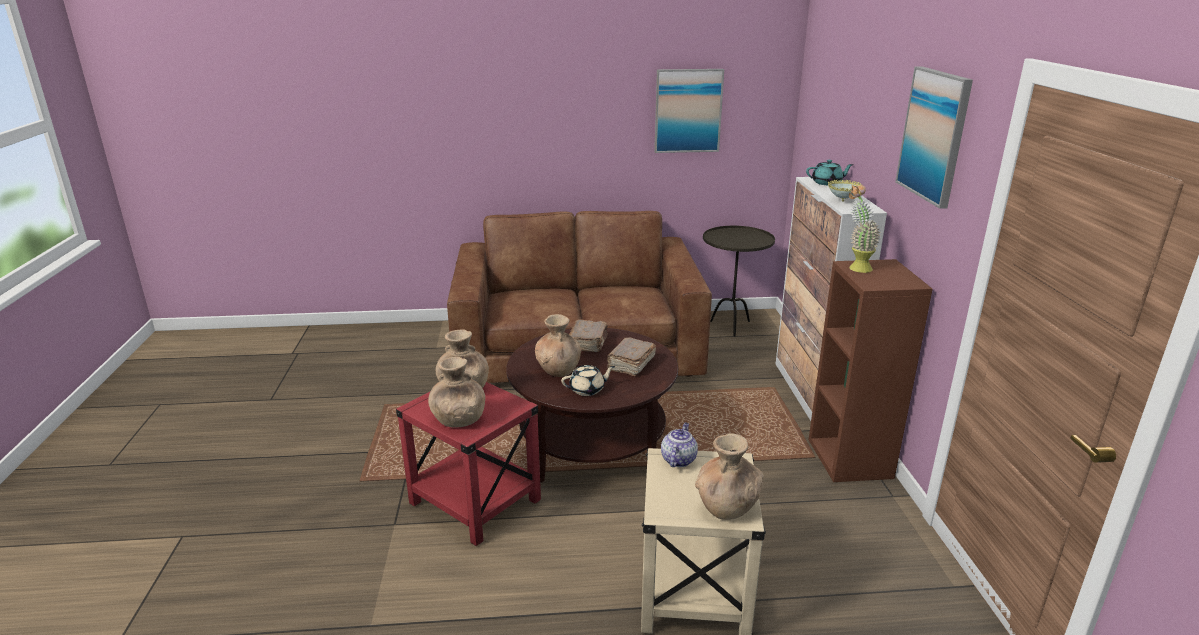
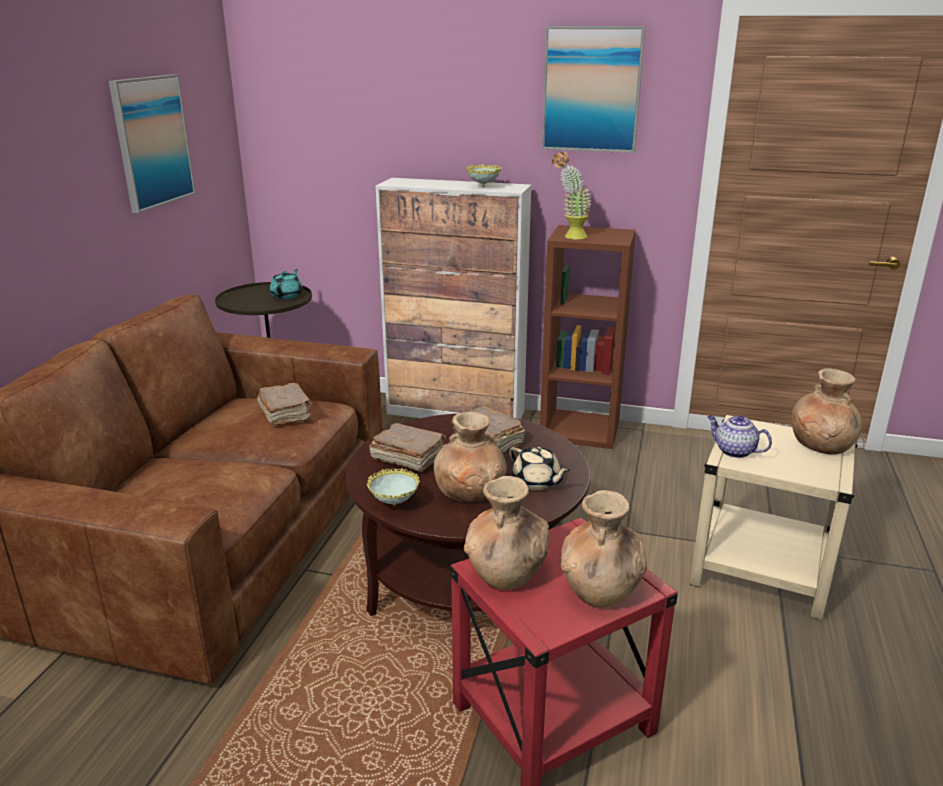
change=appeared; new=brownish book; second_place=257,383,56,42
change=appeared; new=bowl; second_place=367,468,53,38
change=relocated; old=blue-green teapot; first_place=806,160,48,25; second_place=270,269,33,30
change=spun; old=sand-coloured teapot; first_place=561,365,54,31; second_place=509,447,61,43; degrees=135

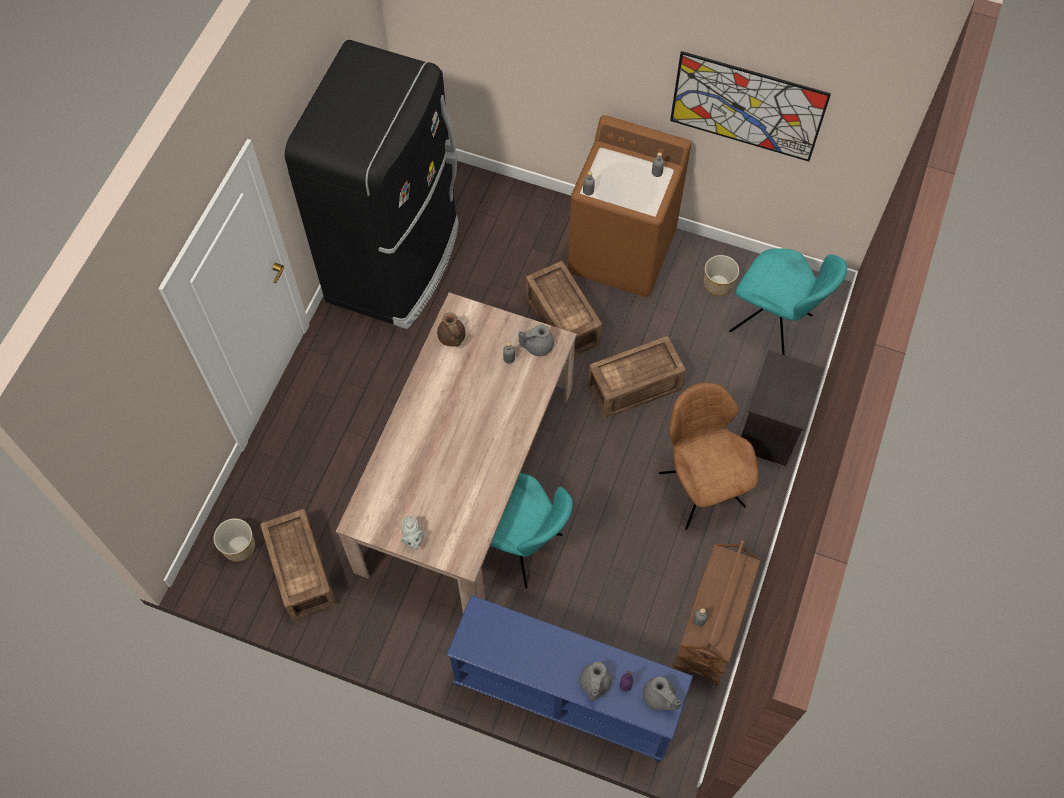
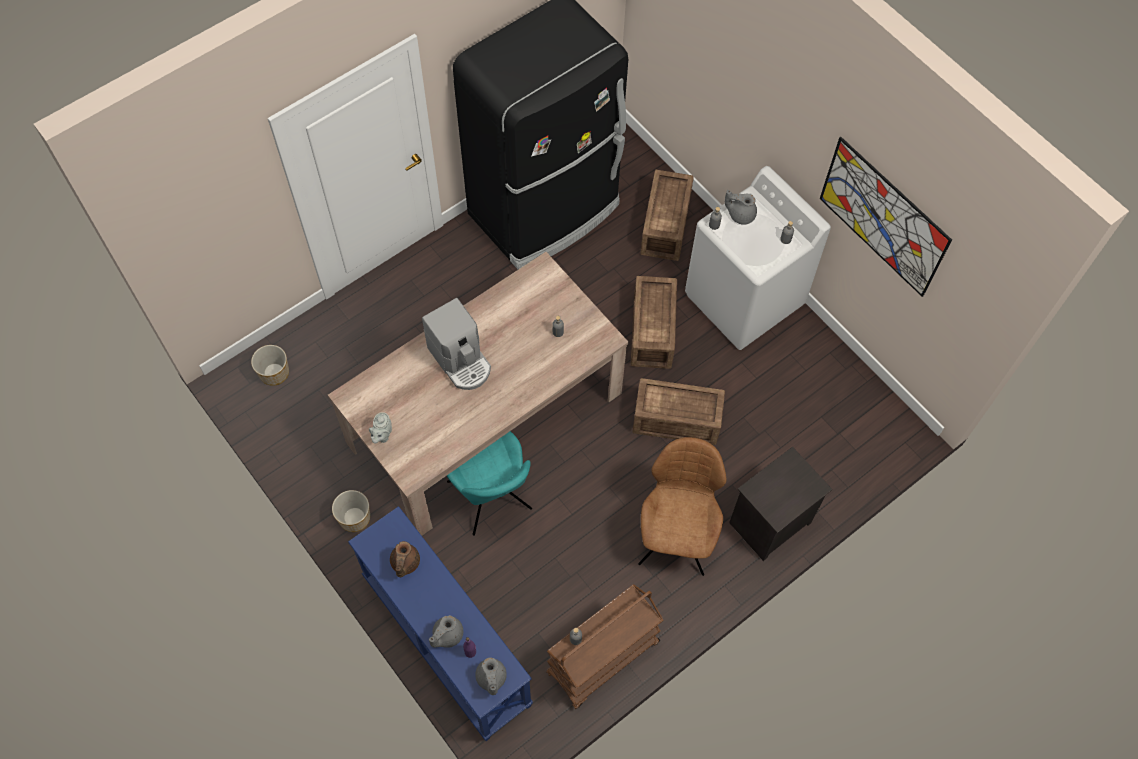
change=missing; old=blue-green chair; first_place=729,248,118,107
change=appeared; new=coffee maker; second_place=422,298,69,92
change=relocated; old=crate; first_place=261,509,75,111; second_place=640,170,54,91
change=relocated; old=brownish teapot; first_place=437,313,29,34; second_place=390,541,30,36
change=relocated; old=greyish teapot; first_place=519,324,35,32; second_place=725,190,32,35
change=relocated; old=planter; first_place=704,255,35,41; second_place=332,490,38,42
change=colour; old=brownish washing machine; new=whitish washing machine; first_place=568,115,124,182; second_place=685,166,146,184

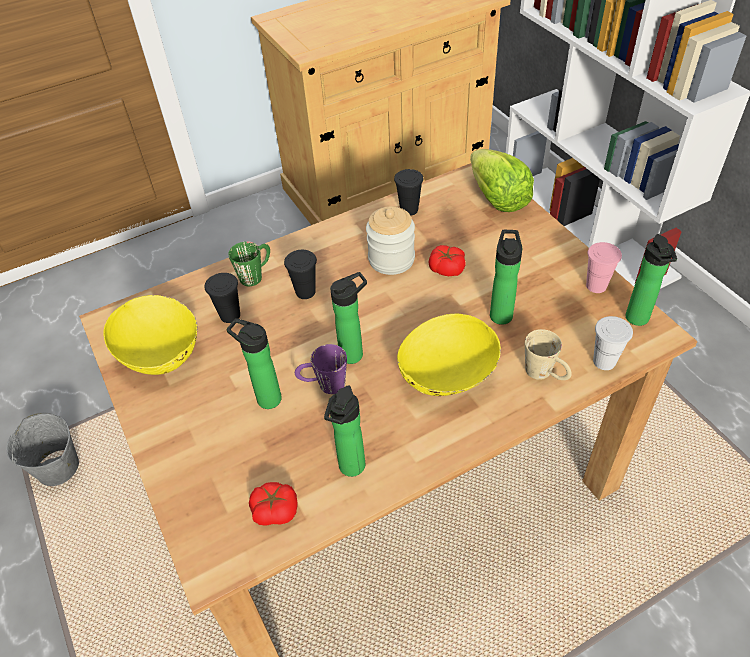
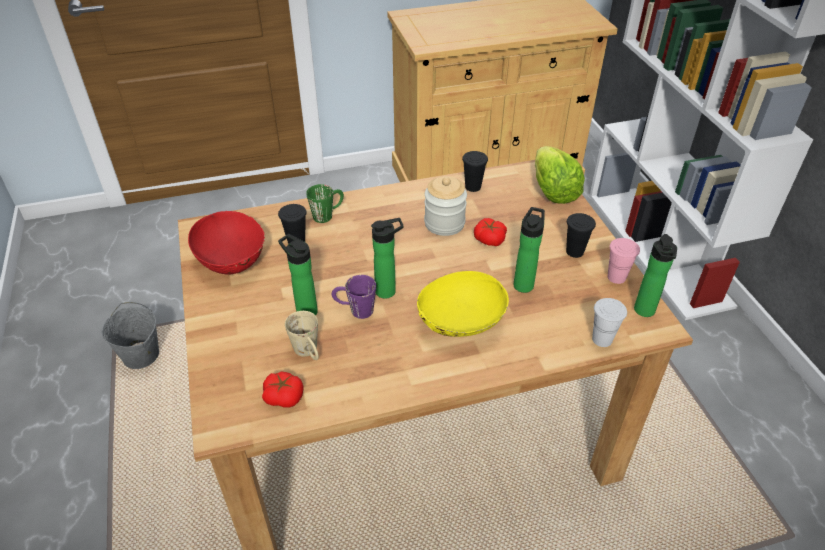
change=missing; old=drink bottle; first_place=324,386,41,91
change=relocated; old=black small cup; first_place=284,250,33,49; second_place=566,213,30,45
change=relocated; old=sand-coloured tea mug; first_place=525,329,47,51; second_place=285,311,34,49
change=colour; old=yellow-coloured bowl; new=red bowl; first_place=103,295,95,80; second_place=188,211,77,63

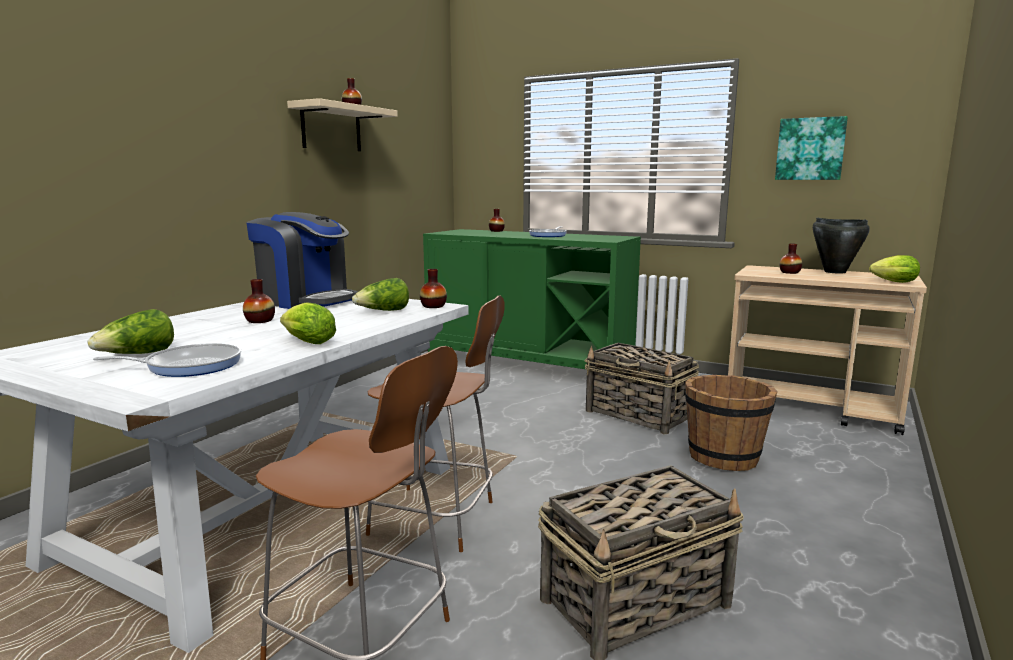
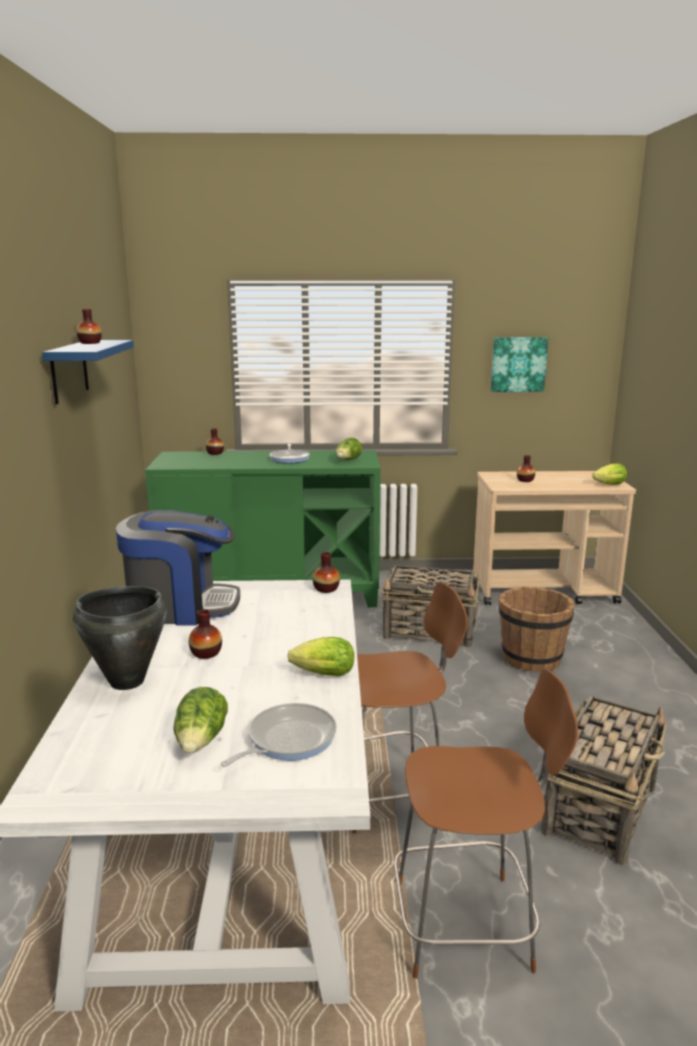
change=relocated; old=head of lettuce; first_place=352,278,57,33; second_place=336,438,26,22
change=relocated; old=black cooking pot; first_place=813,218,57,56; second_place=73,586,94,104
change=colour; old=sand-coloured wall shelf; new=blue wall shelf; first_place=287,98,111,53; second_place=42,340,92,64

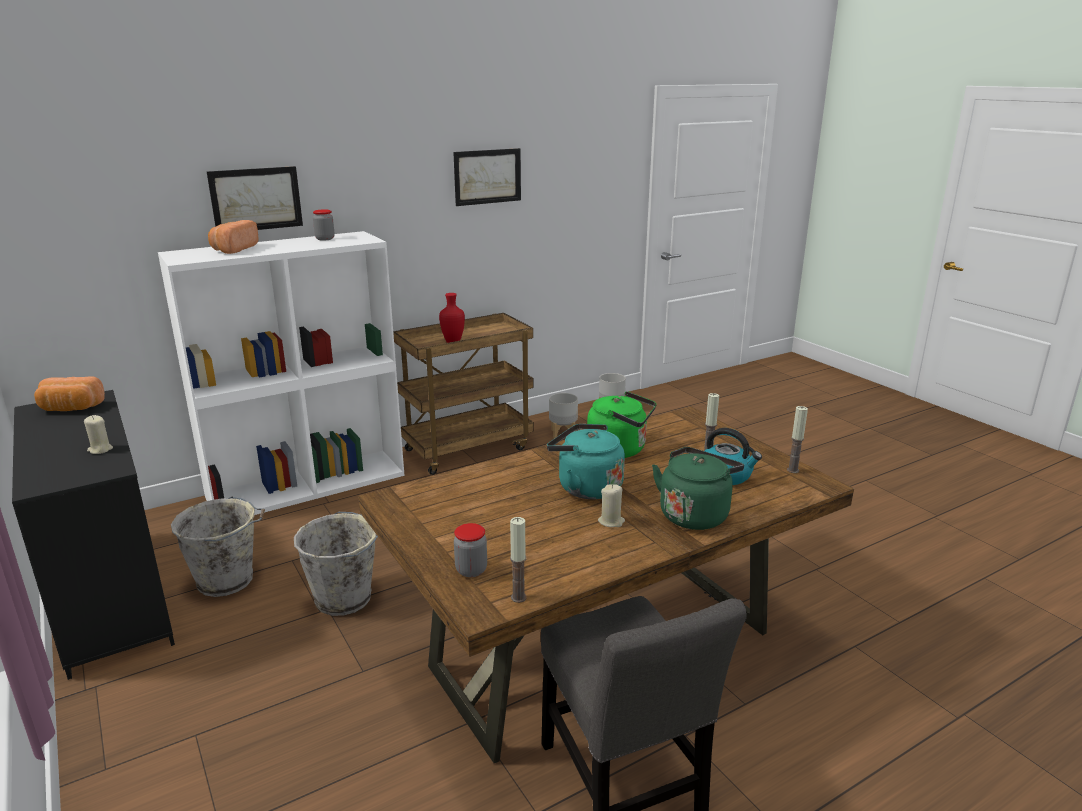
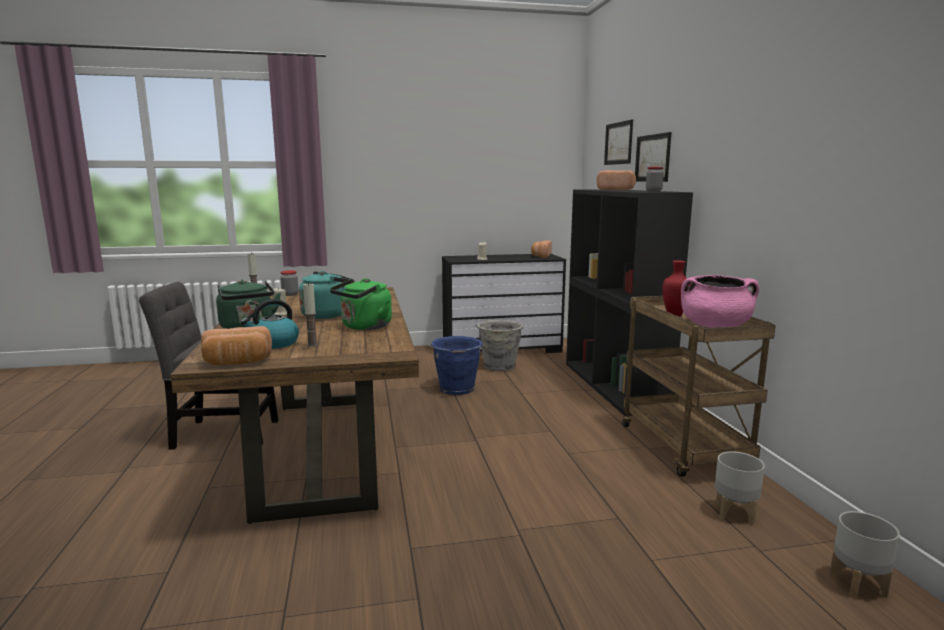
change=appeared; new=pink cooking pot; second_place=681,275,78,53
change=relocated; old=wall art; first_place=453,148,68,58; second_place=604,119,29,46
change=exchanged; old=wax candle; new=baked bread; first_place=787,406,21,67; second_place=201,326,71,39
change=colour; old=whitish shelving unit; new=black shelving unit; first_place=158,231,247,284; second_place=566,189,127,227
change=colour; old=greyish bucket; new=blue bucket; first_place=294,512,84,104; second_place=429,336,56,59

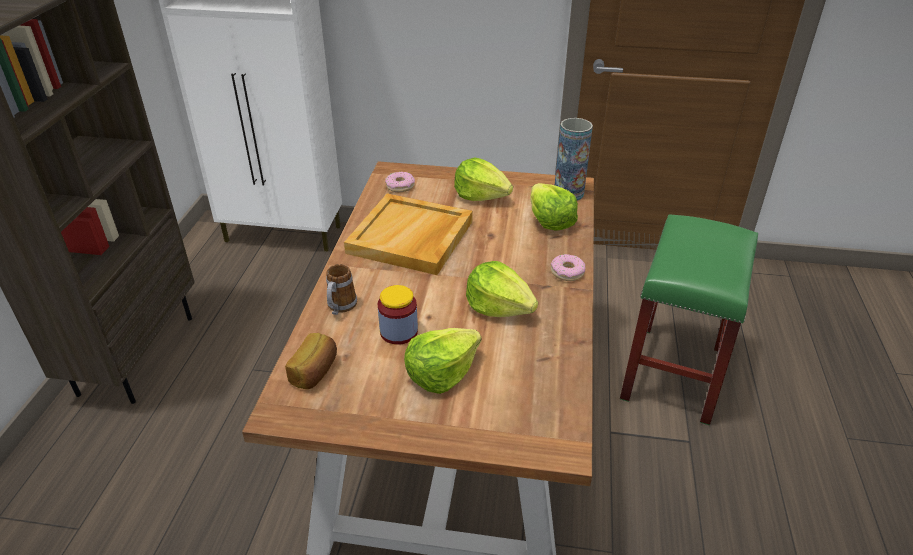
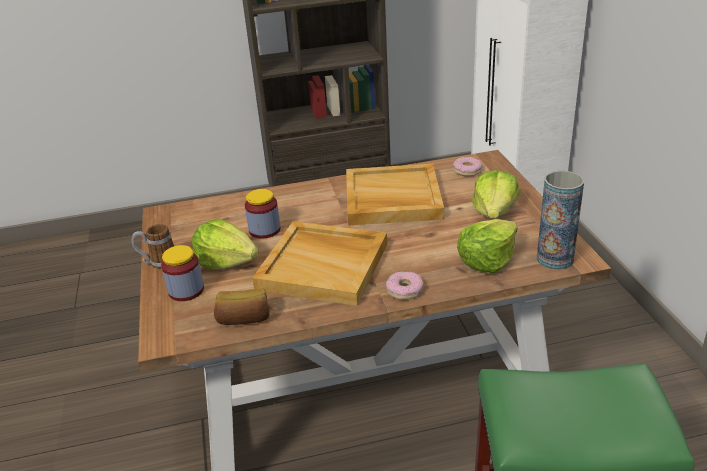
change=appeared; new=storage jar; second_place=161,245,43,56
change=relocated; old=baked bread; first_place=285,333,52,56; second_place=214,288,56,37
change=relocated; old=tea mug; first_place=326,264,31,51; second_place=131,224,43,45
change=exchanged; old=head of lettuce; new=sand-coloured carrying tray; first_place=466,261,72,56; second_place=252,221,135,85

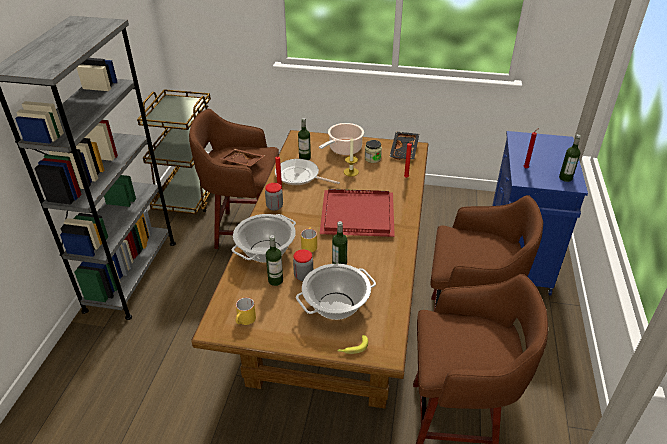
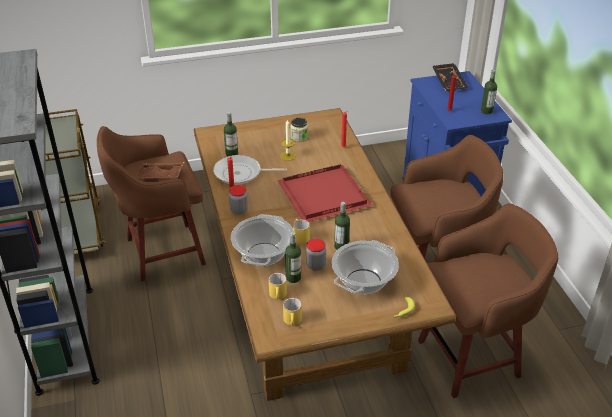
change=missing; old=cooking pot; first_place=319,123,45,32
change=appeared; new=yellow-coloured tea mug; second_place=269,273,18,26
change=relocated; old=black carrying tray; first_place=389,132,30,28; second_place=432,63,37,29

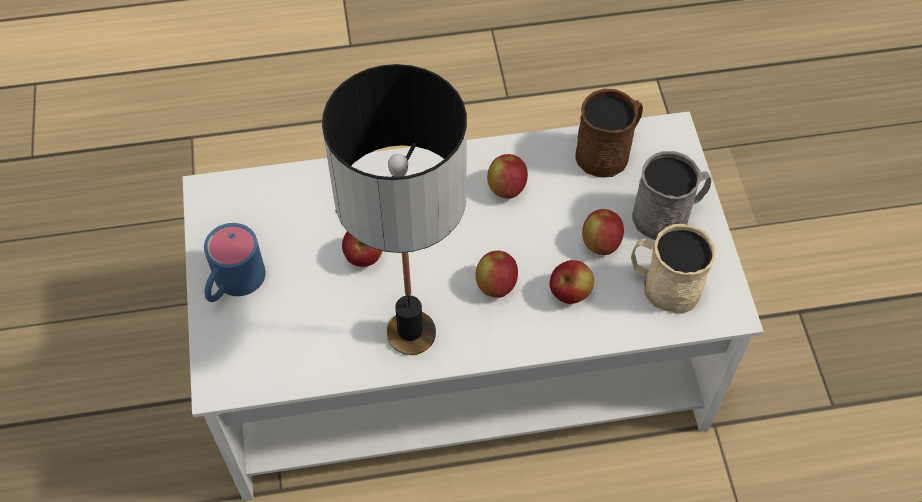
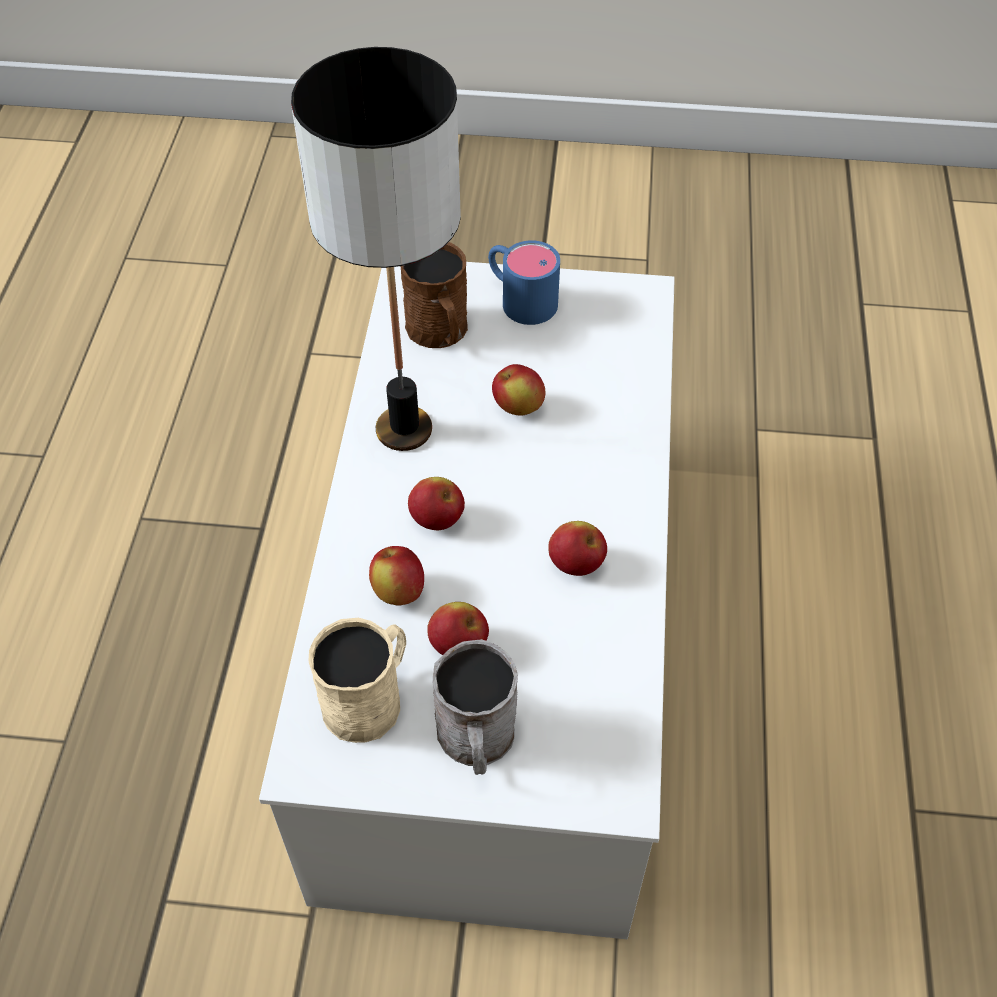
change=relocated; old=brownish tea mug; first_place=576,89,67,89; second_place=400,242,68,106

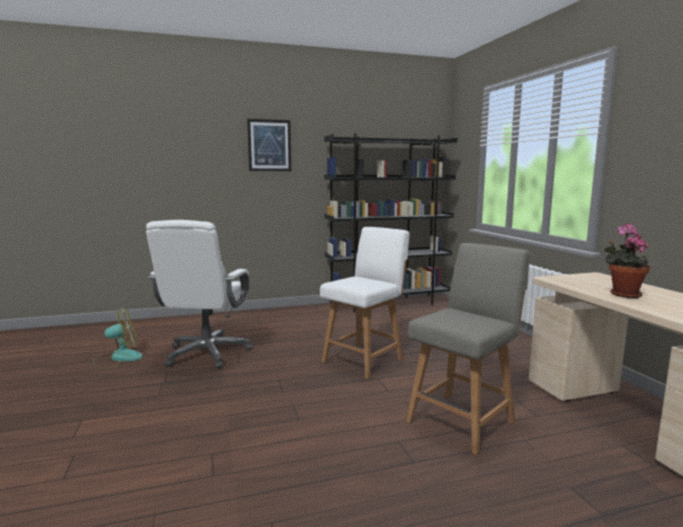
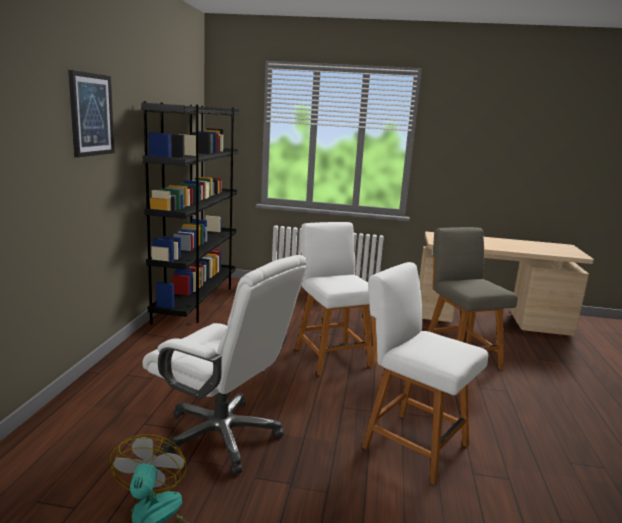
change=missing; old=houseplant; first_place=605,223,45,75
change=appeared; new=whitish chair; second_place=362,262,127,223

